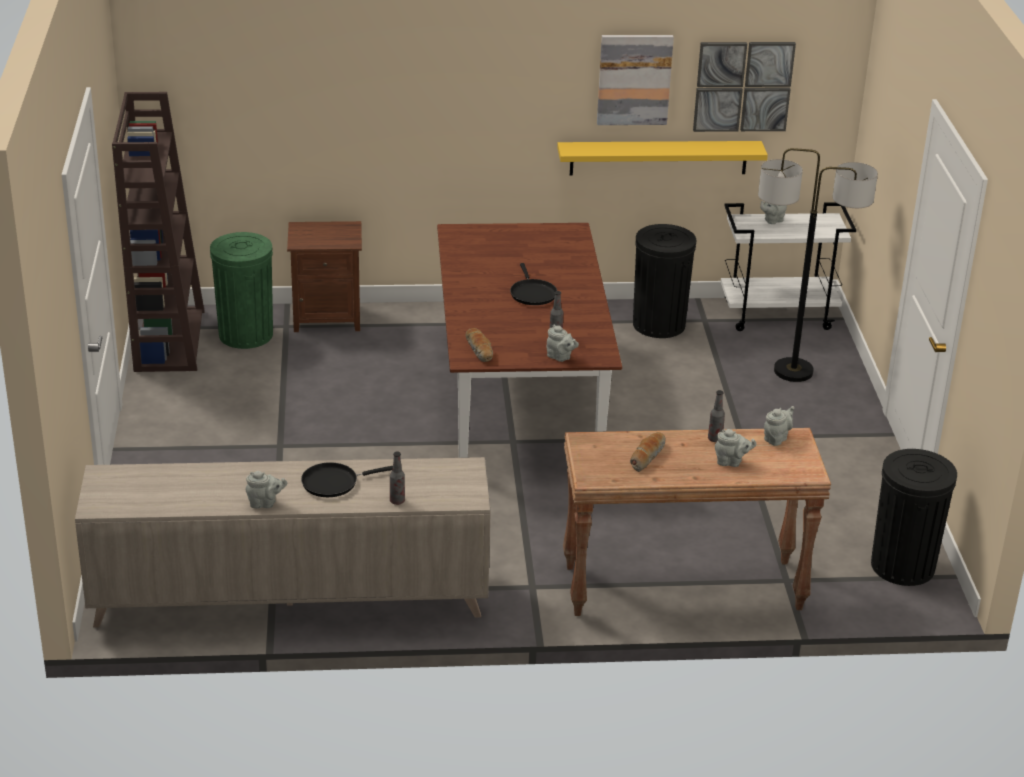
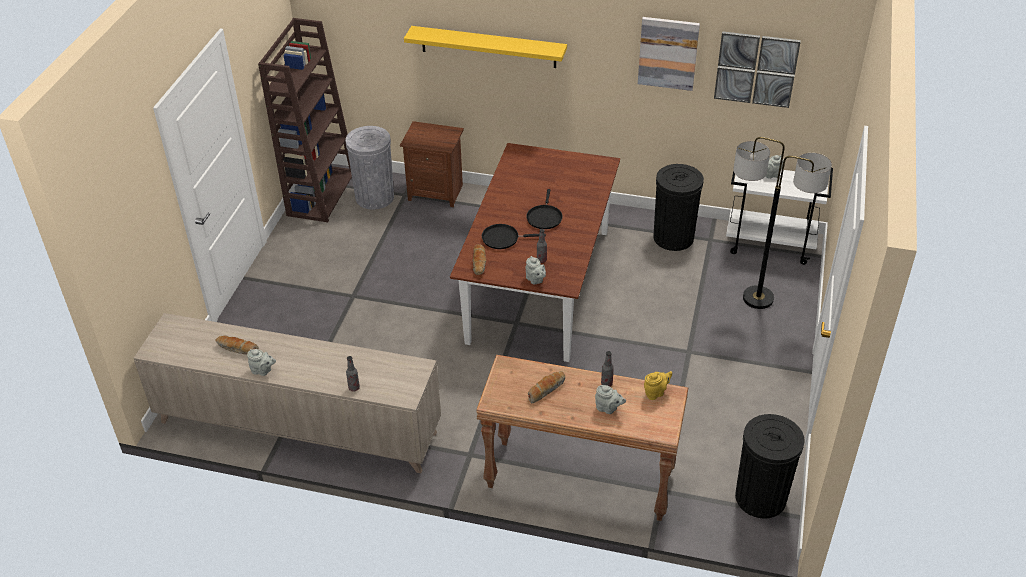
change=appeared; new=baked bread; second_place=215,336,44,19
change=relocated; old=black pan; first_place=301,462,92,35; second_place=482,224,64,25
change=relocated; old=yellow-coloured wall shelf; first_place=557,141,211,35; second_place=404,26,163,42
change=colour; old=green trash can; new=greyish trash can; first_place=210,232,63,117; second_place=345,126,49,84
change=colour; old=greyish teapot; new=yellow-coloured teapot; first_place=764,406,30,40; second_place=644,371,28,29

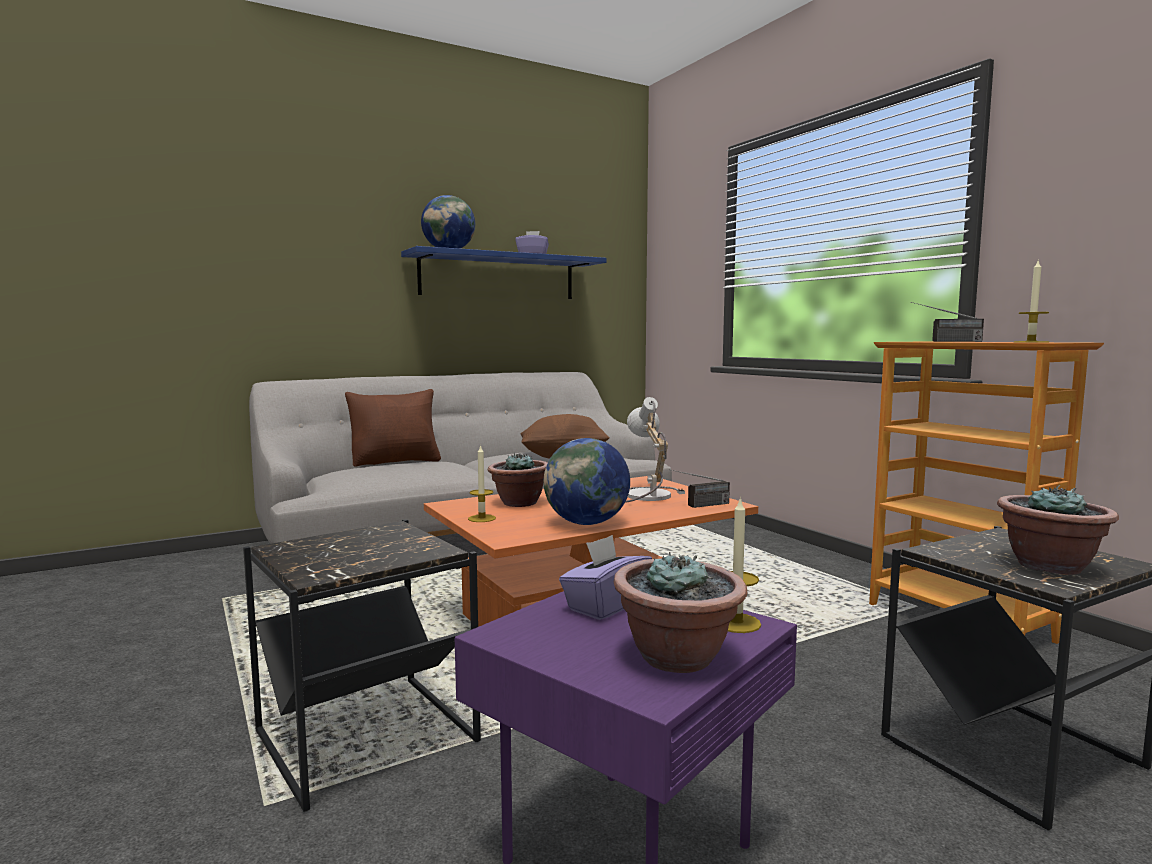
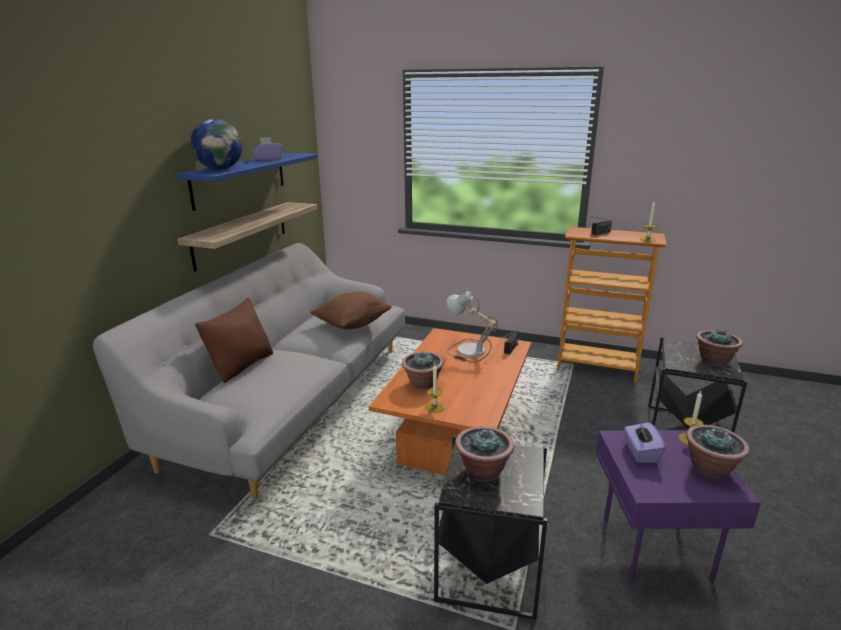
change=missing; old=globe; first_place=544,438,86,87
change=appeared; new=wall shelf; second_place=177,202,140,70
change=appeared; new=houseplant; second_place=455,426,59,56

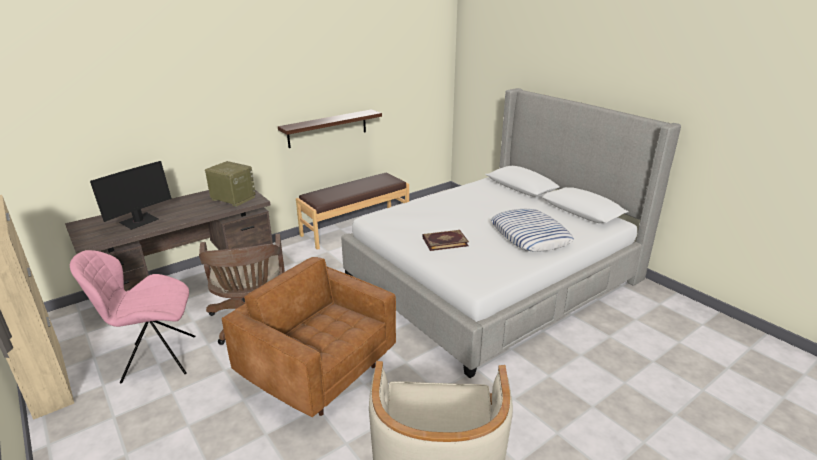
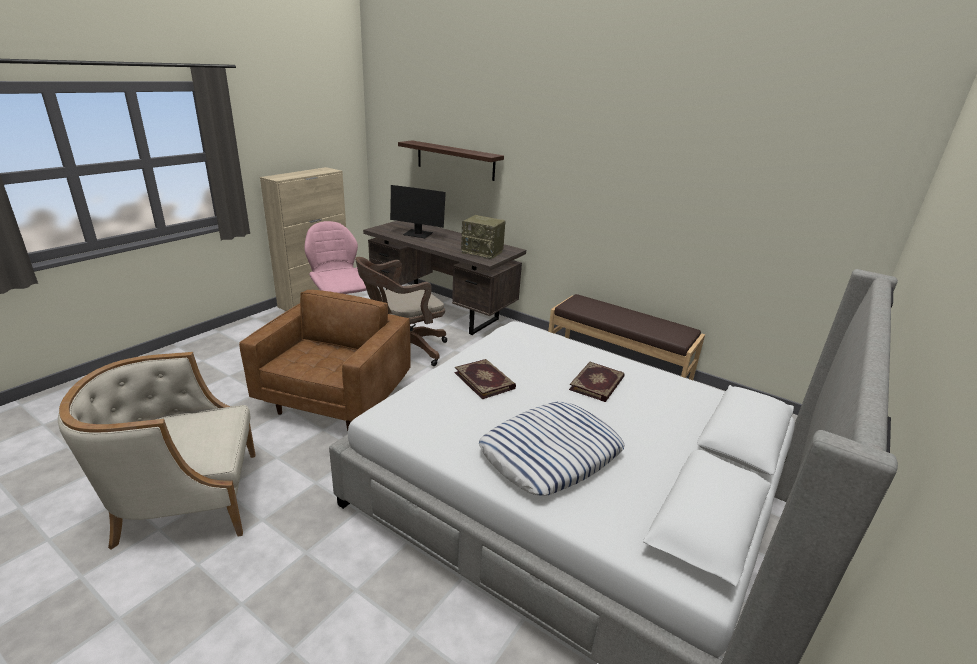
change=appeared; new=book; second_place=569,362,56,40
change=relocated; old=wall shelf; first_place=278,109,104,39; second_place=398,140,106,41
change=spun; old=radio receiver; first_place=205,161,51,46; second_place=461,215,44,44; degrees=105

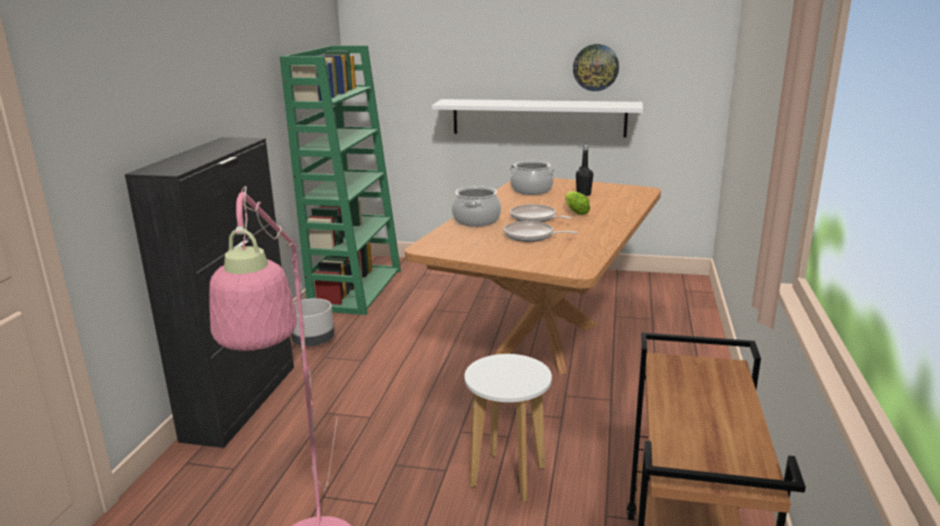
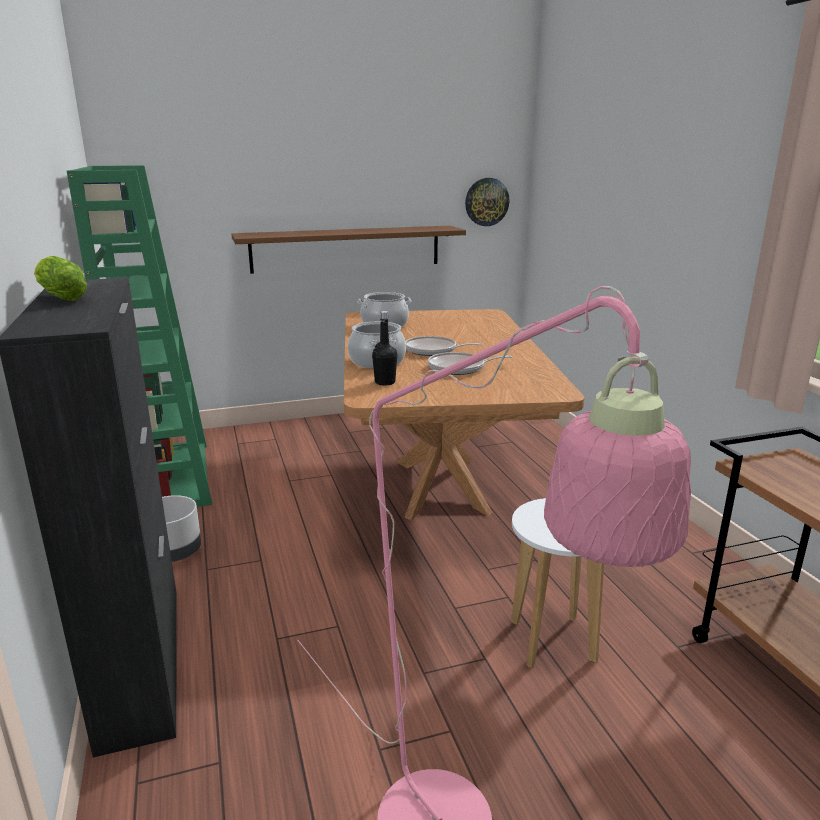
change=relocated; old=head of lettuce; first_place=565,191,25,24; second_place=34,256,53,45
change=relocated; old=clock on the wall; first_place=573,44,46,47; second_place=465,178,44,48
change=relocated; old=black drink bottle; first_place=576,145,17,51; second_place=372,311,25,75
change=colour; old=whitish wall shelf; new=brownish wall shelf; first_place=432,99,211,39; second_place=231,226,235,48

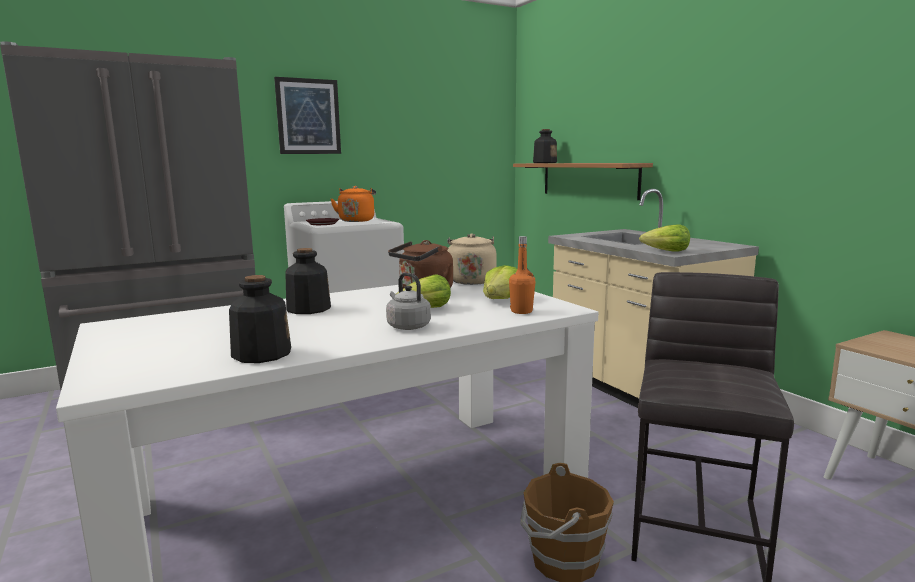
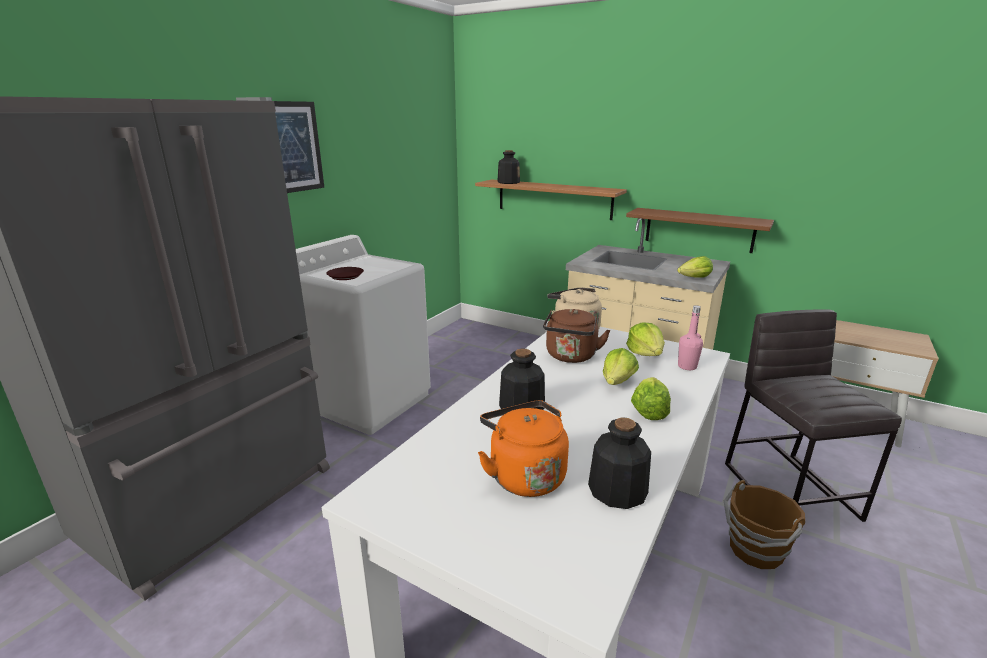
change=appeared; new=brownish wall shelf; second_place=626,208,148,45
change=relocated; old=orangey kettle; first_place=331,186,45,36; second_place=478,400,91,97
change=exchanged; old=greyish kettle; new=head of lettuce; first_place=386,273,45,57; second_place=631,377,40,43
change=colour; old=orangey drink bottle; new=pink drink bottle; first_place=509,236,26,78; second_place=678,305,25,65

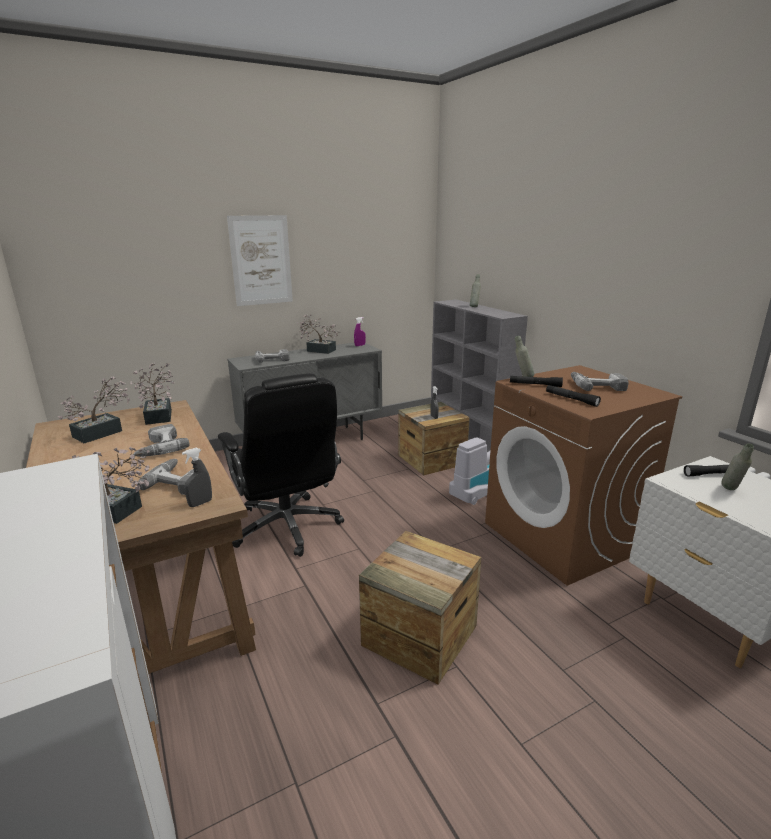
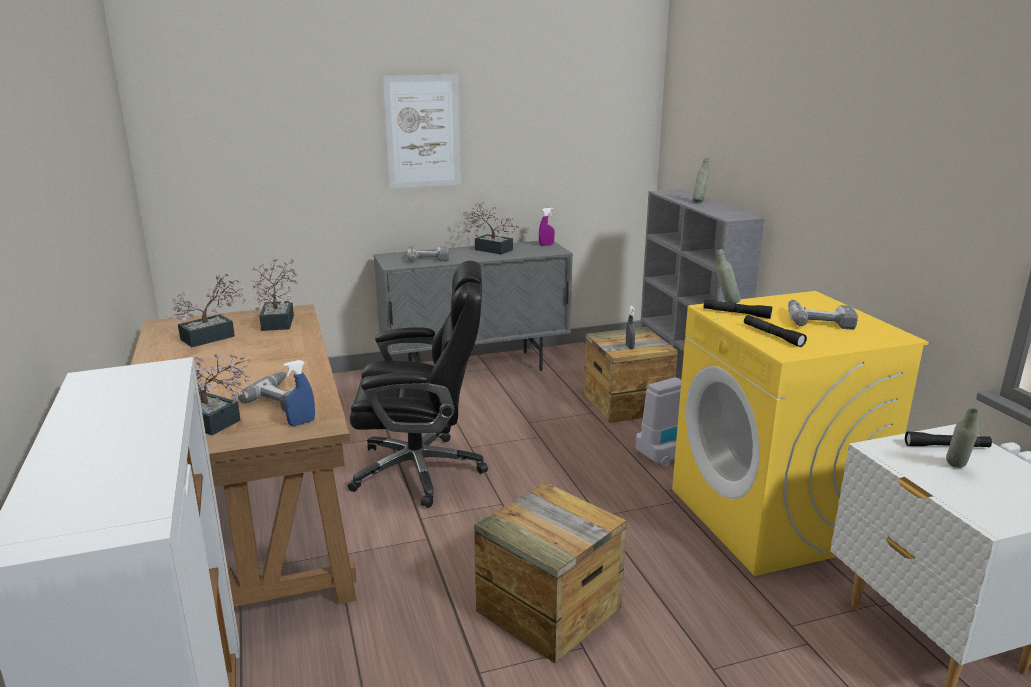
change=missing; old=electric drill; first_place=133,424,56,33
change=colour; old=greyish spray bottle; new=blue spray bottle; first_place=182,448,30,59; second_place=283,360,32,66
change=colour; old=brownish washing machine; new=yellow-coloured washing machine; first_place=485,365,197,221; second_place=672,291,257,285
change=spun; old=black computer chair; first_place=218,373,126,184; second_place=348,261,140,247; degrees=-75

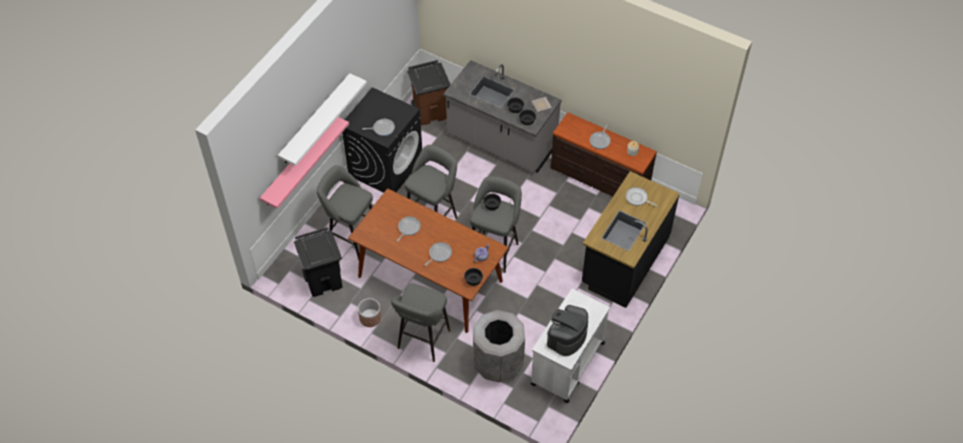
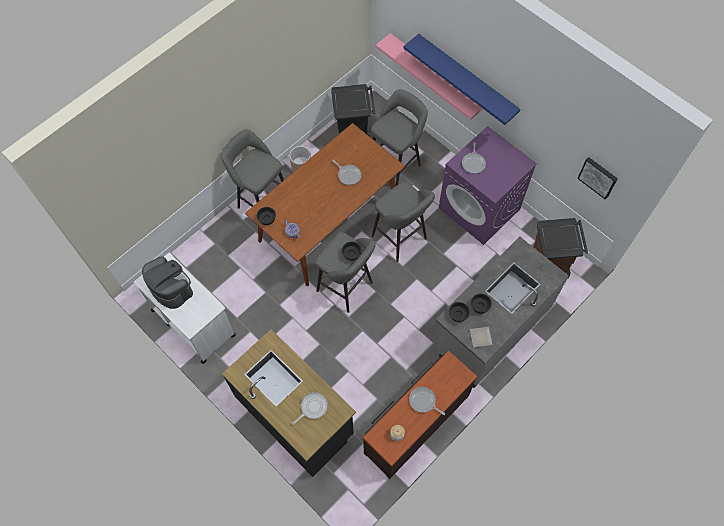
change=missing; old=pan; first_place=425,242,27,24
change=missing; old=greyish trash can; first_place=473,310,52,73
change=appeared; new=wall art; second_place=577,157,41,43
change=colour; old=whitish wall shelf; new=blue wall shelf; first_place=278,73,89,93; second_place=404,34,116,91
change=colour; old=black washing machine; new=purplish washing machine; first_place=342,87,80,106; second_place=439,126,98,119

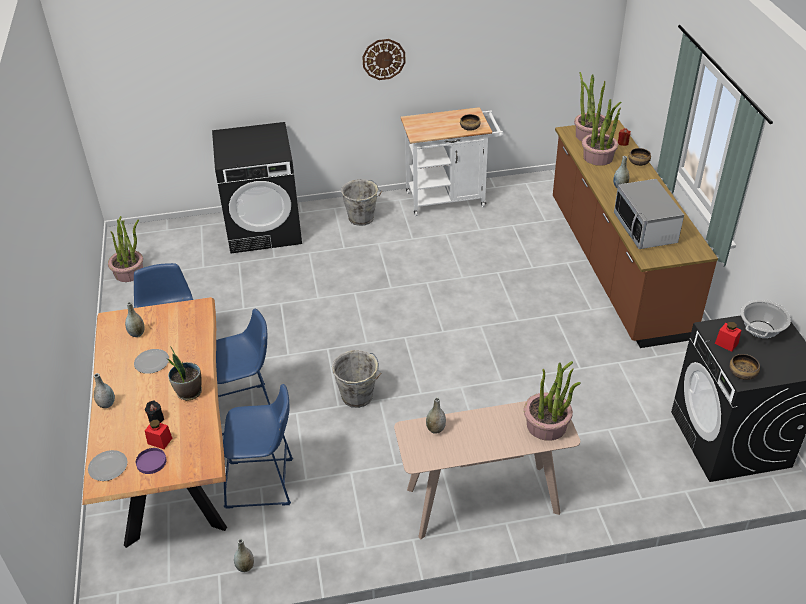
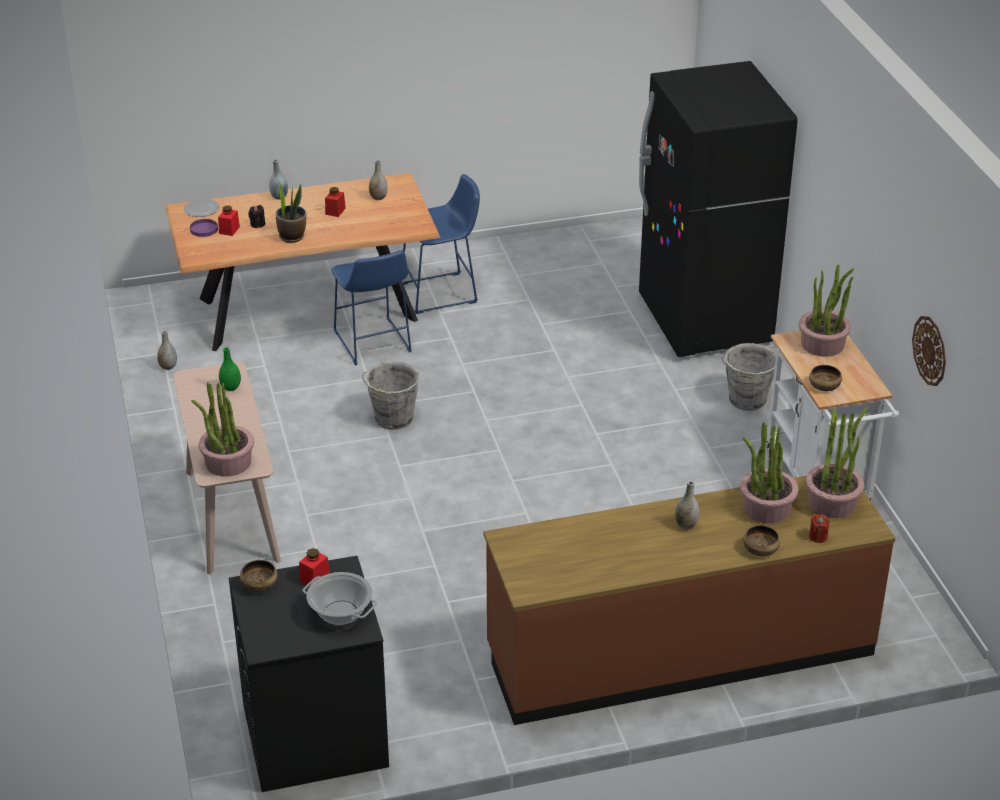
change=missing; old=blue sitting stool; first_place=223,384,70,125
change=missing; old=microwave oven; first_place=614,179,70,70
change=relocated; old=houseplant; first_place=108,216,35,66; second_place=799,265,55,92
change=relocated; old=clock on the wall; first_place=362,39,43,41; second_place=912,316,34,70
change=exchanged; old=flat dish; new=red storage jar; first_place=134,349,35,25; second_place=325,187,21,30
change=exchanged; old=black washing machine; new=black kitchen fridge; first_place=212,122,90,132; second_place=639,61,159,296
change=colour; old=greyish decorative vase; new=green decorative vase; first_place=426,397,20,37; second_place=219,347,22,44

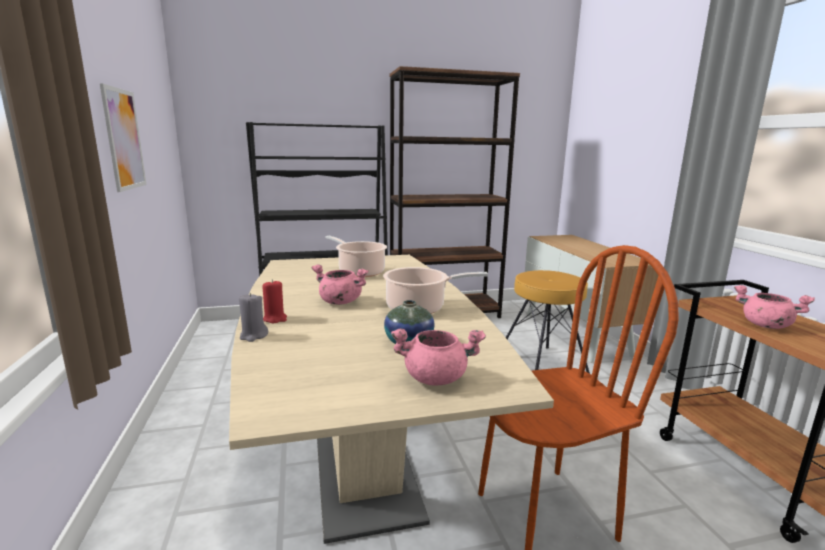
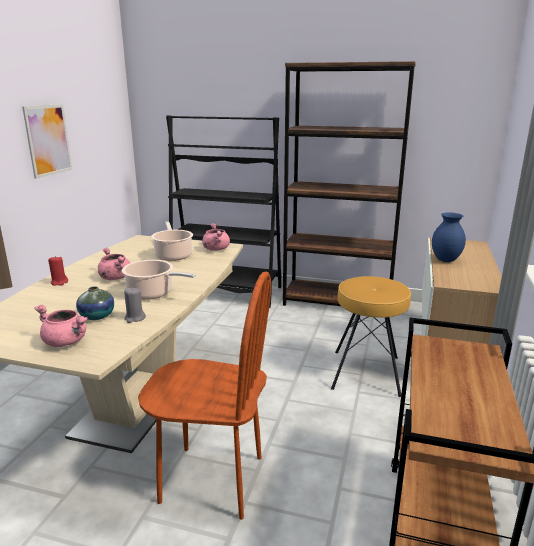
change=appeared; new=blue decorative vase; second_place=432,212,34,50
change=relocated; old=greyish wax candle; first_place=239,293,29,49; second_place=124,287,22,36
change=relocated; old=pink cooking pot; first_place=734,285,81,44; second_place=202,223,28,28

